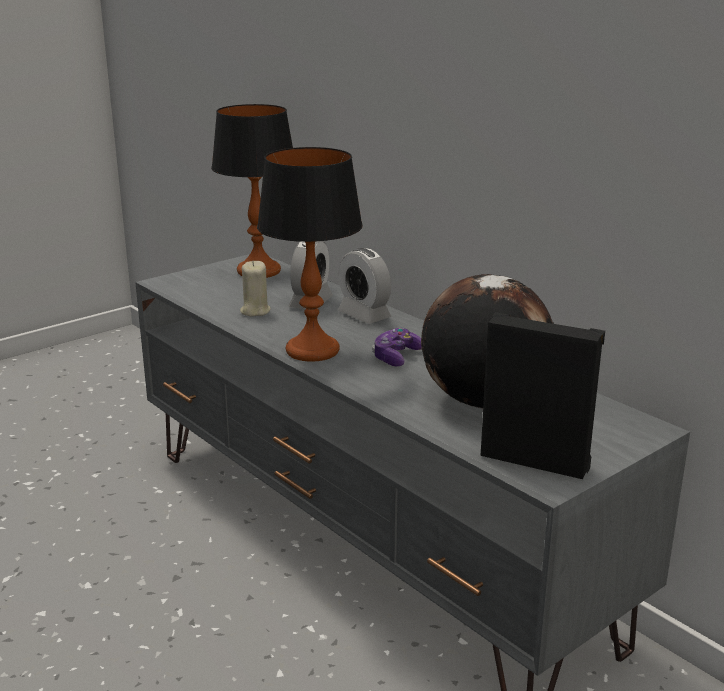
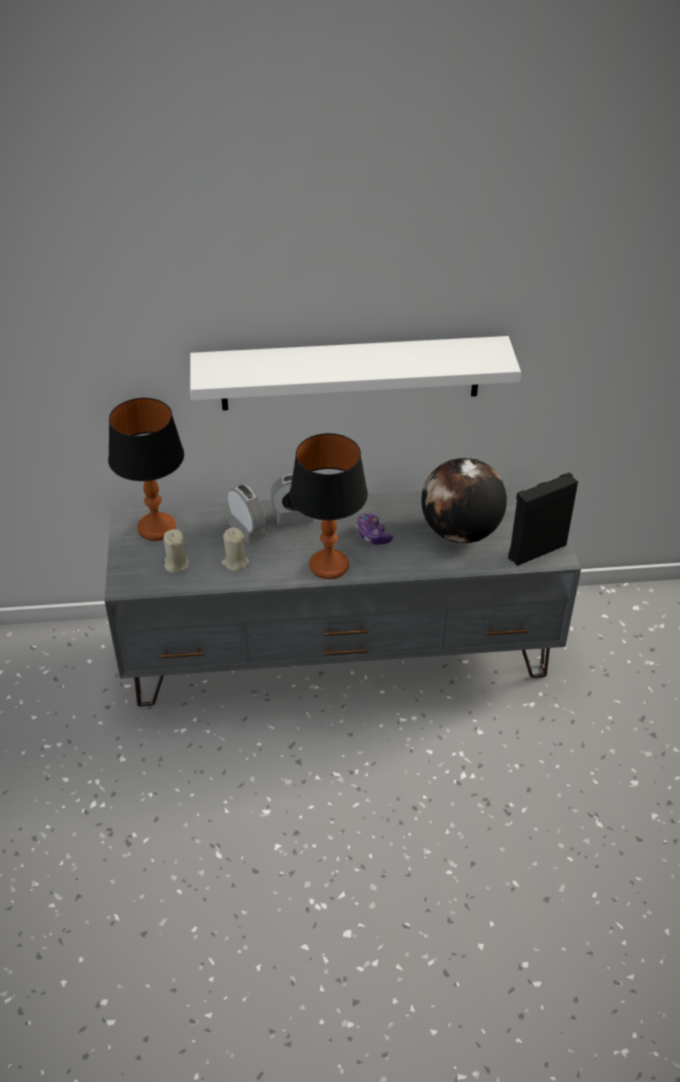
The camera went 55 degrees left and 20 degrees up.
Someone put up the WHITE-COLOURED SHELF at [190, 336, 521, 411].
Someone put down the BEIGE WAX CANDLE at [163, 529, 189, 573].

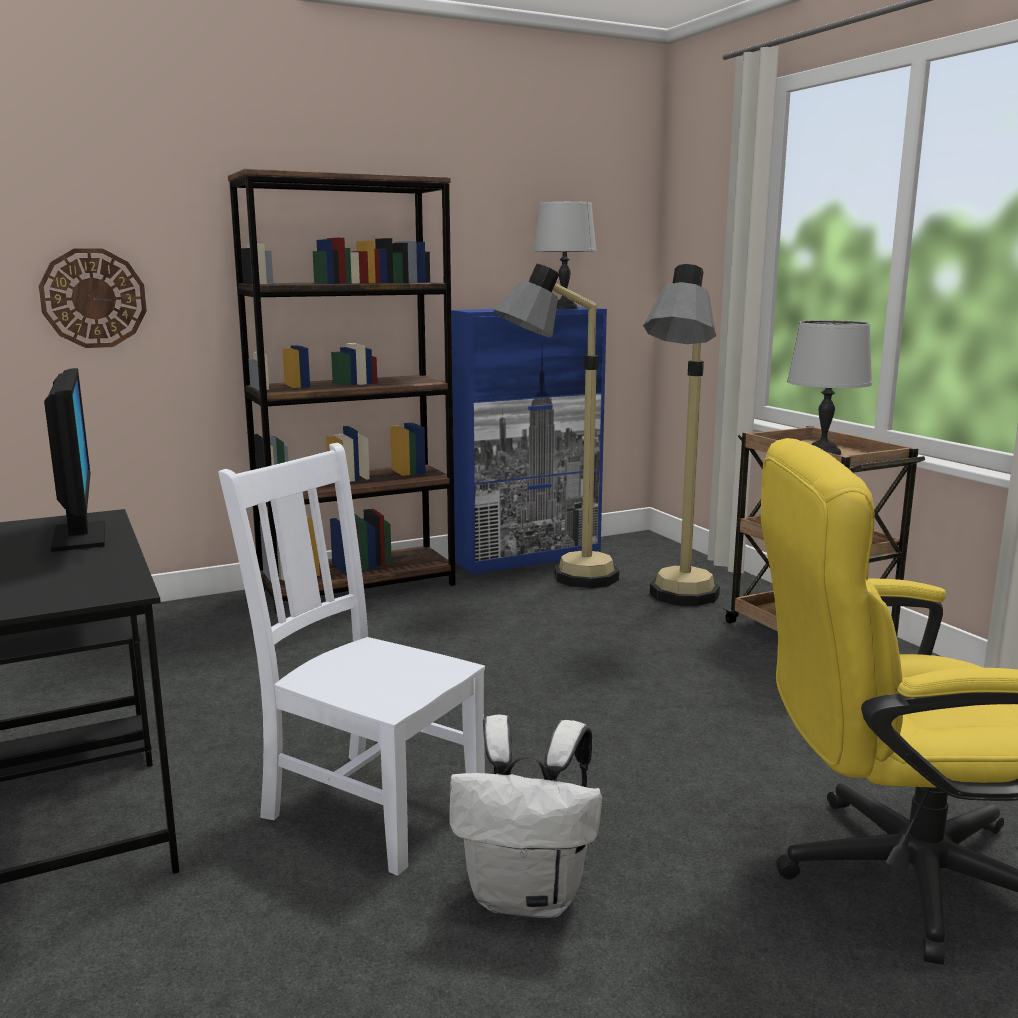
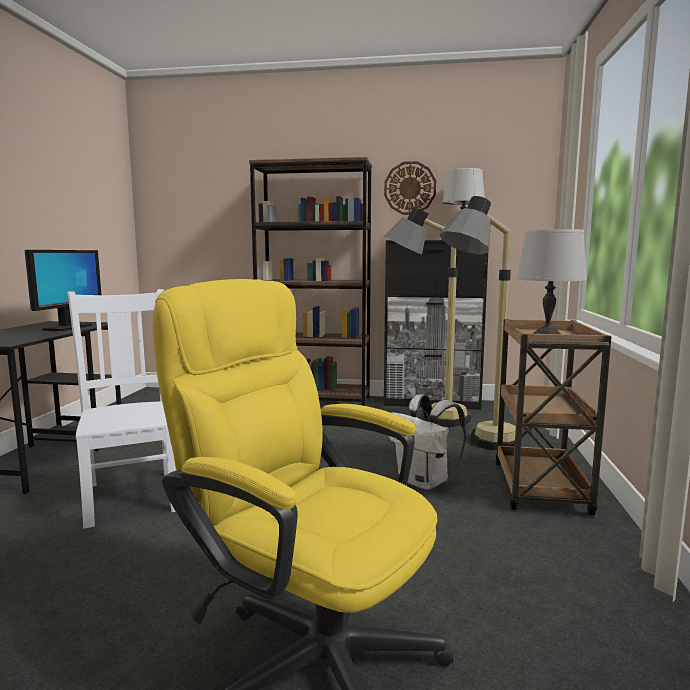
The camera went 35 degrees right and 5 degrees down.
Someone carried the WALL CLOCK from [39, 248, 147, 348] to [384, 161, 436, 215].
Someone repainted the BLUE CABINET at [451, 307, 607, 574], which became the BLACK-COLOURED CABINET at [384, 240, 488, 410].
Someone carried the WHITE-COLOURED BACKPACK from [449, 715, 602, 918] to [389, 394, 466, 490].

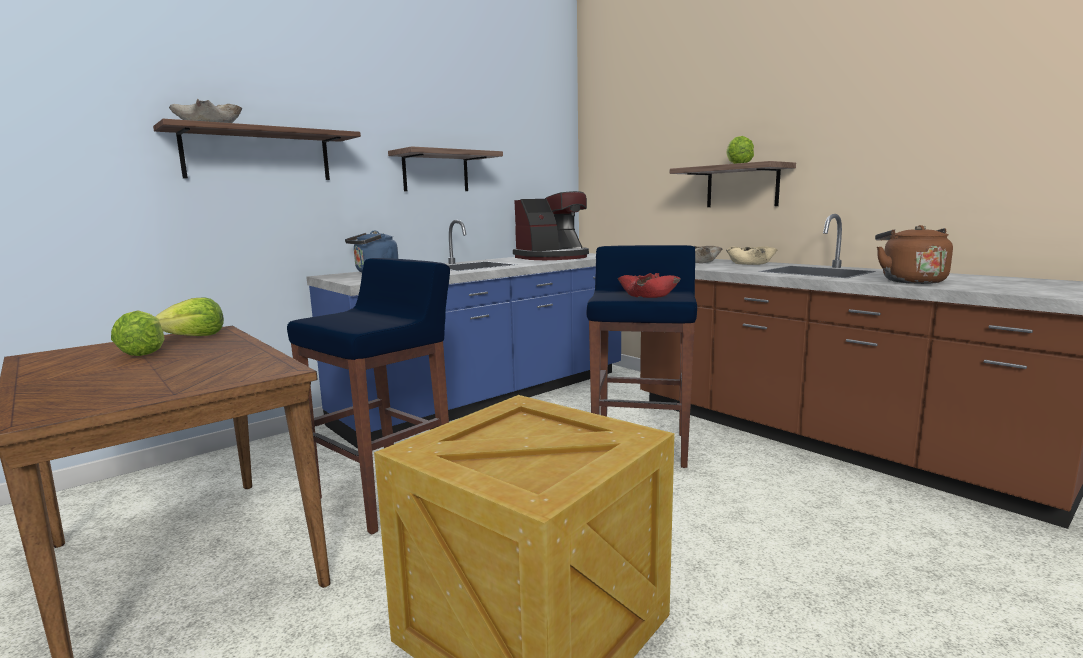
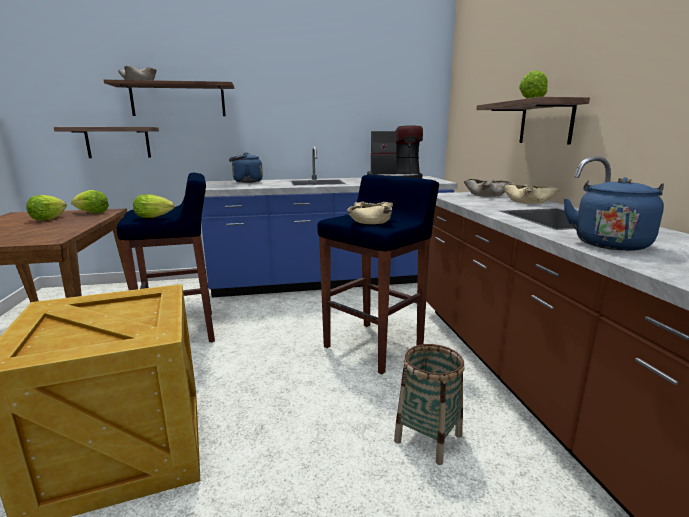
The camera went 30 degrees right and 5 degrees up.
Someone carried the SHELF from [388, 146, 503, 191] to [54, 127, 159, 158].
Someone repainted the BROWNISH KETTLE at [875, 225, 953, 284], which became the BLUE KETTLE at [564, 177, 664, 251].
Someone repainted the REDDISH BOWL at [618, 273, 681, 298], which became the BEIGE BOWL at [347, 202, 393, 224].
Someone put down the LETTUCE at [133, 194, 175, 218].
Someone put down the STORAGE BASKET at [394, 344, 464, 465].

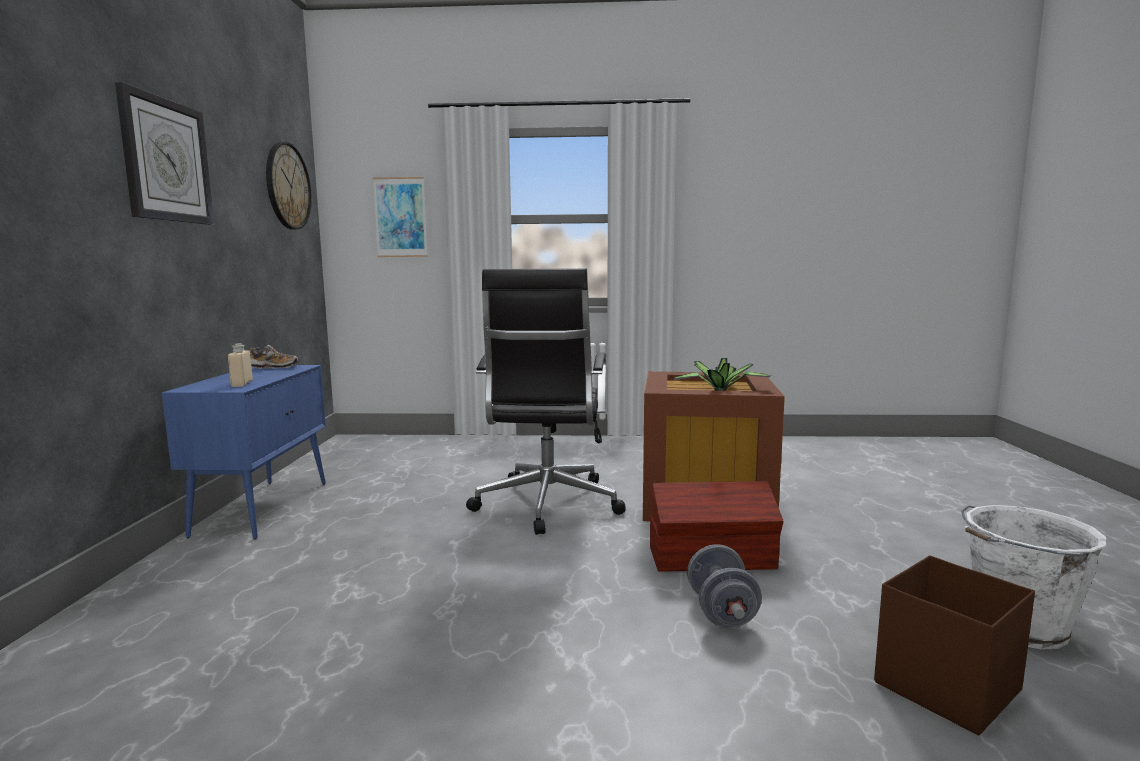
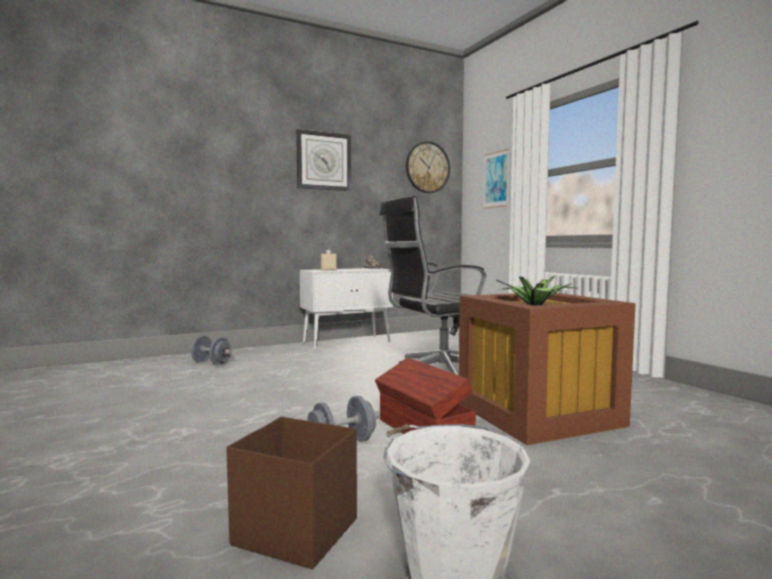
The camera went 60 degrees right and 5 degrees down.
Someone repainted the BLUE CABINET at [162, 365, 326, 539], which became the WHITE-COLOURED CABINET at [300, 268, 393, 350].
Someone put down the GREYISH DUMBBELL at [190, 335, 232, 365].

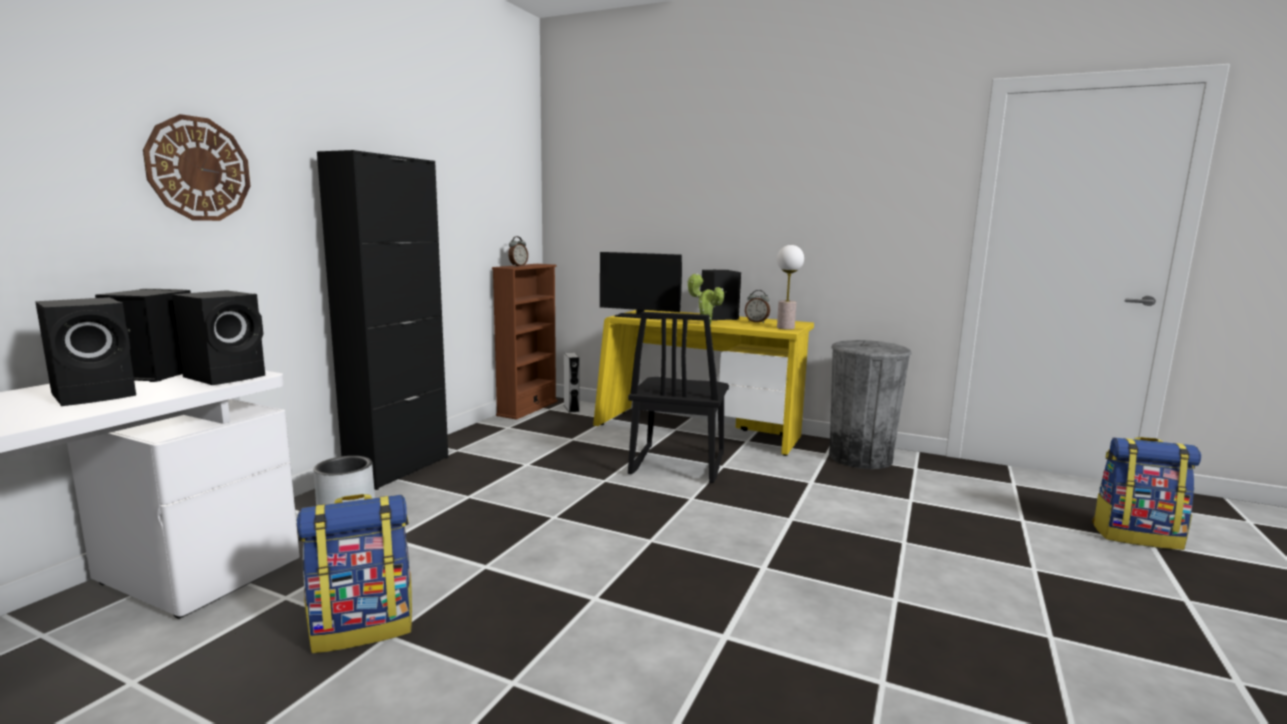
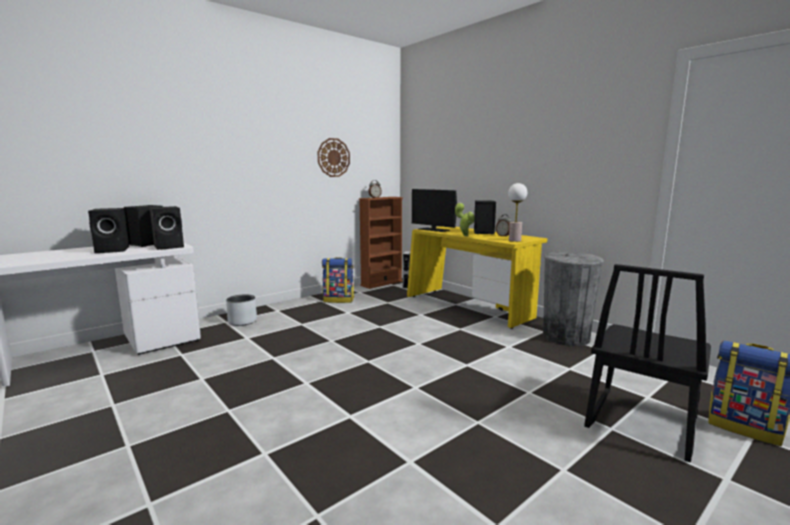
The camera went 25 degrees right and 0 degrees up.
Someone carried the WALL CLOCK from [143, 114, 251, 221] to [318, 138, 350, 177].
Someone took away the BLACK-COLOURED CABINET at [317, 150, 448, 490].
Someone carried the BLACK-COLOURED UPRIGHT CHAIR from [628, 312, 729, 483] to [584, 264, 711, 462].
Someone carried the BACKPACK from [297, 494, 412, 653] to [322, 257, 354, 303].

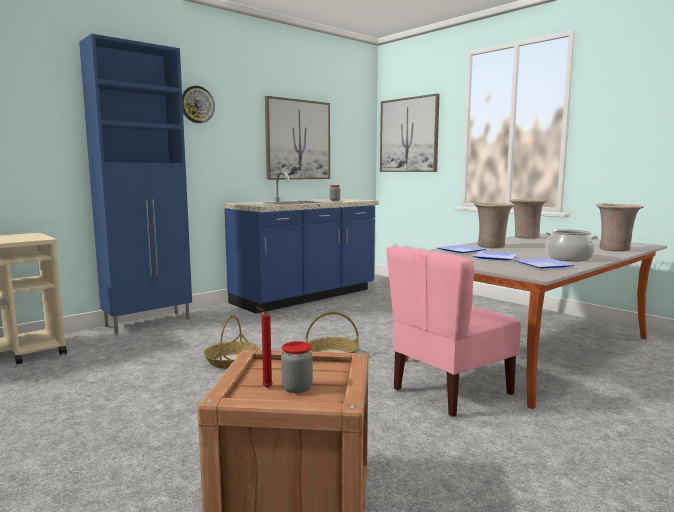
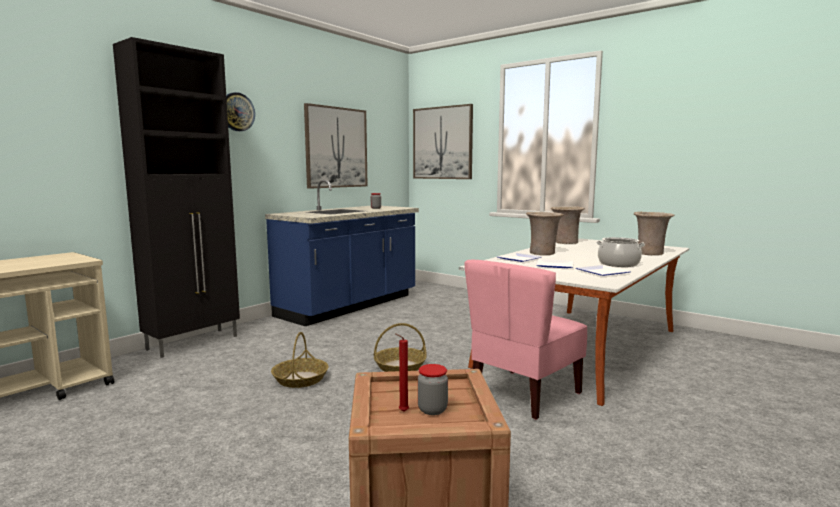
The camera went 10 degrees left and 0 degrees up.
Someone repainted the BLUE CABINET at [79, 34, 192, 334], which became the BLACK-COLOURED CABINET at [113, 37, 240, 358].

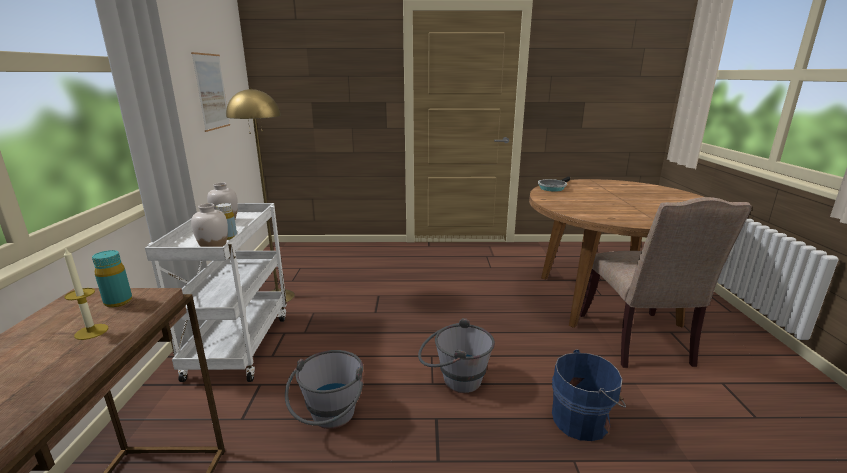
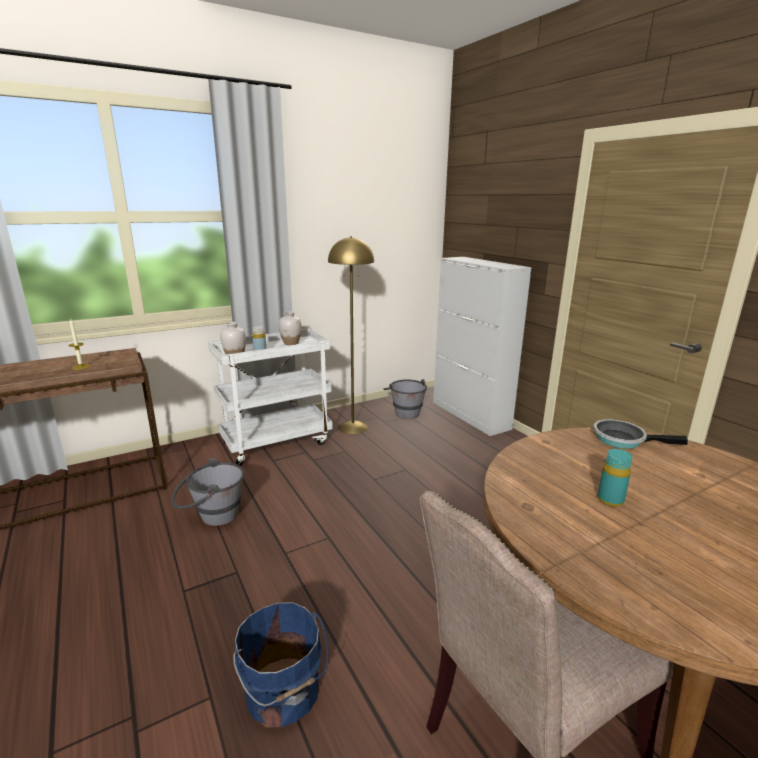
The camera went 60 degrees right and 0 degrees up.
Someone took away the PICTURE at [191, 52, 230, 132].
Someone carried the TURQUOISE DRINK BOTTLE from [92, 250, 132, 307] to [598, 449, 632, 507].
Someone carried the GREYISH BUCKET from [418, 318, 495, 393] to [383, 379, 427, 419].
Someone put down the WHITE-COLOURED CABINET at [433, 257, 532, 436].

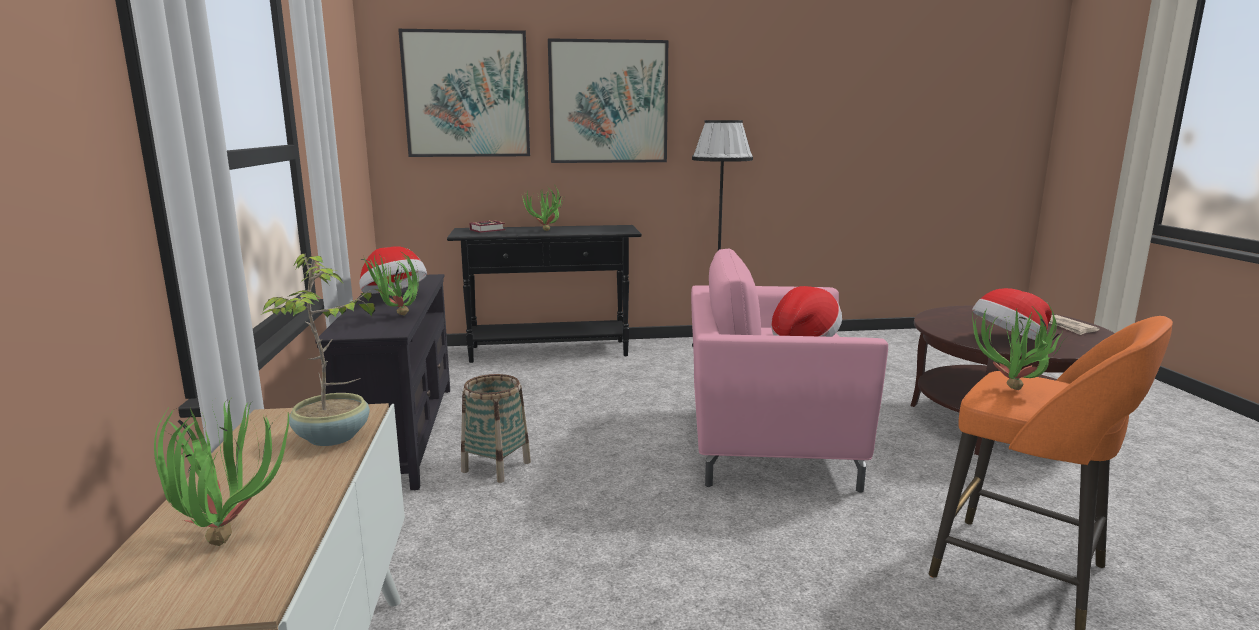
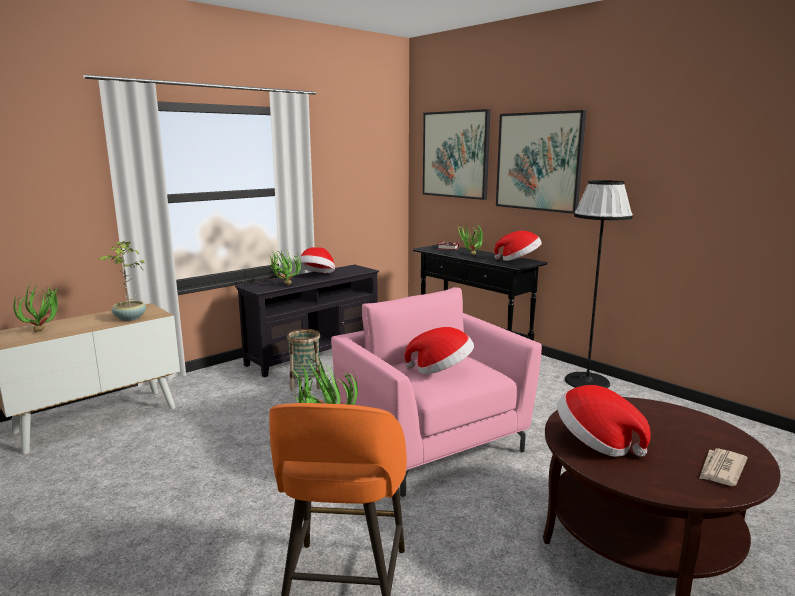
The camera went 55 degrees right and 0 degrees up.
Someone put down the CLOTHING HAT at [494, 231, 542, 261].

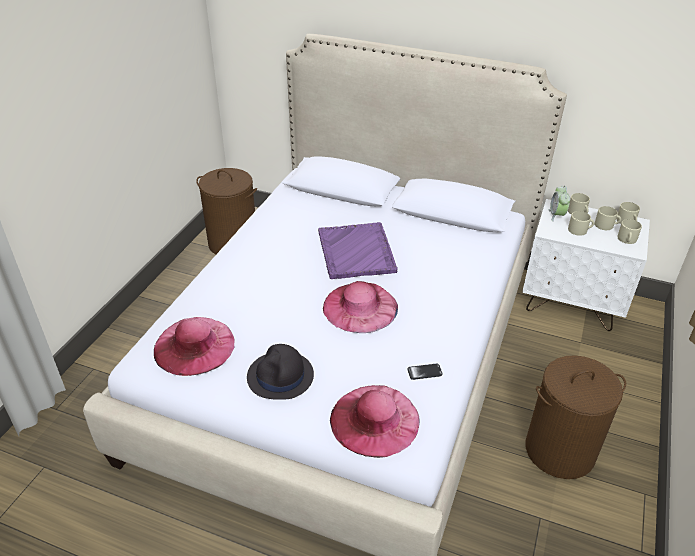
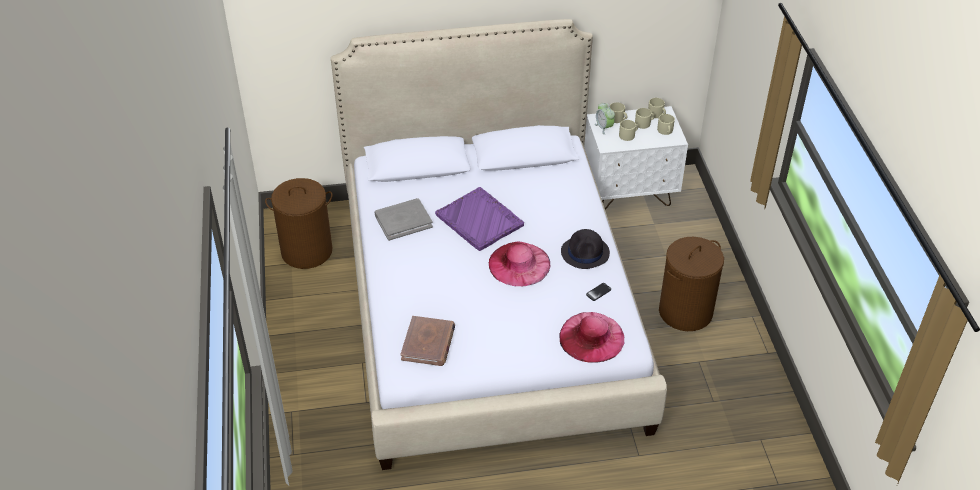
The camera went 30 degrees left and 5 degrees up.
Someone swapped the PINKISH CLOTHING HAT at [154, 317, 235, 376] for the BROWNISH BOUND BOOK at [400, 316, 455, 366].
Someone carried the BLACK-COLOURED CLOTHING HAT from [247, 344, 314, 400] to [561, 229, 610, 269].
Someone put down the GREYISH BOUND BOOK at [375, 198, 433, 241].

